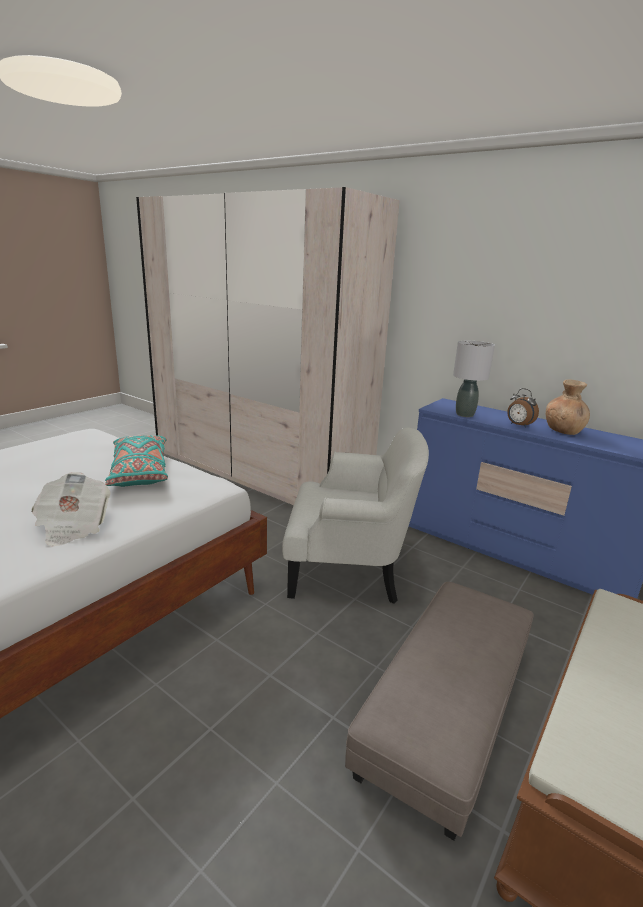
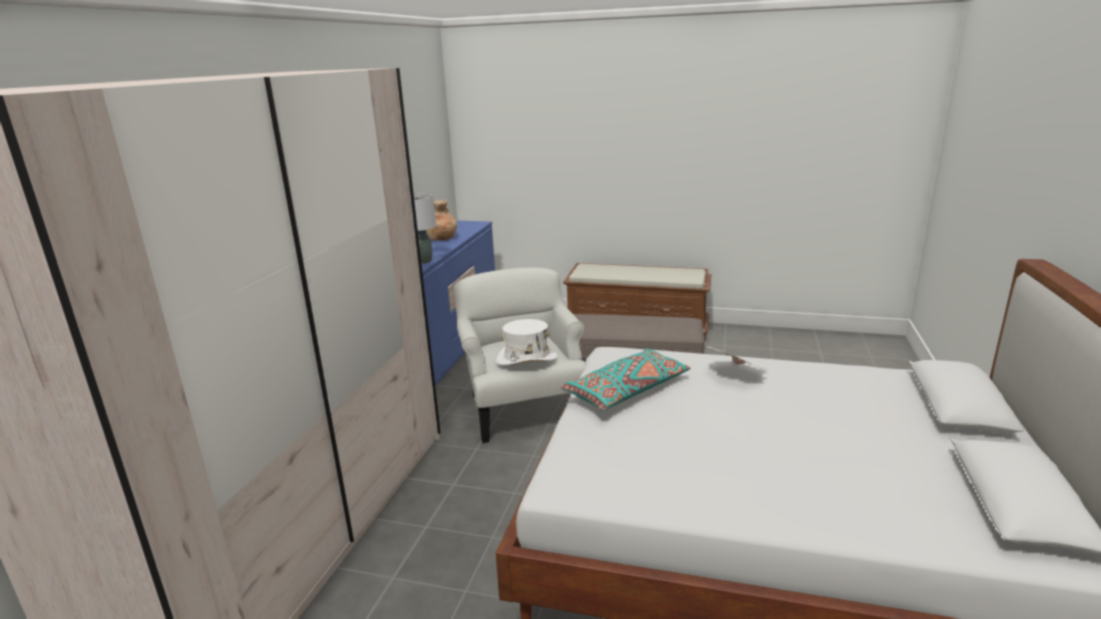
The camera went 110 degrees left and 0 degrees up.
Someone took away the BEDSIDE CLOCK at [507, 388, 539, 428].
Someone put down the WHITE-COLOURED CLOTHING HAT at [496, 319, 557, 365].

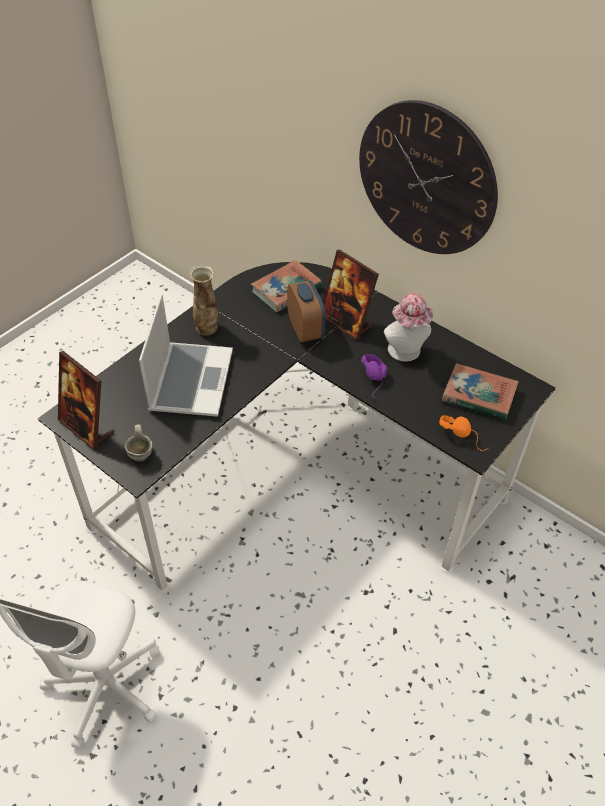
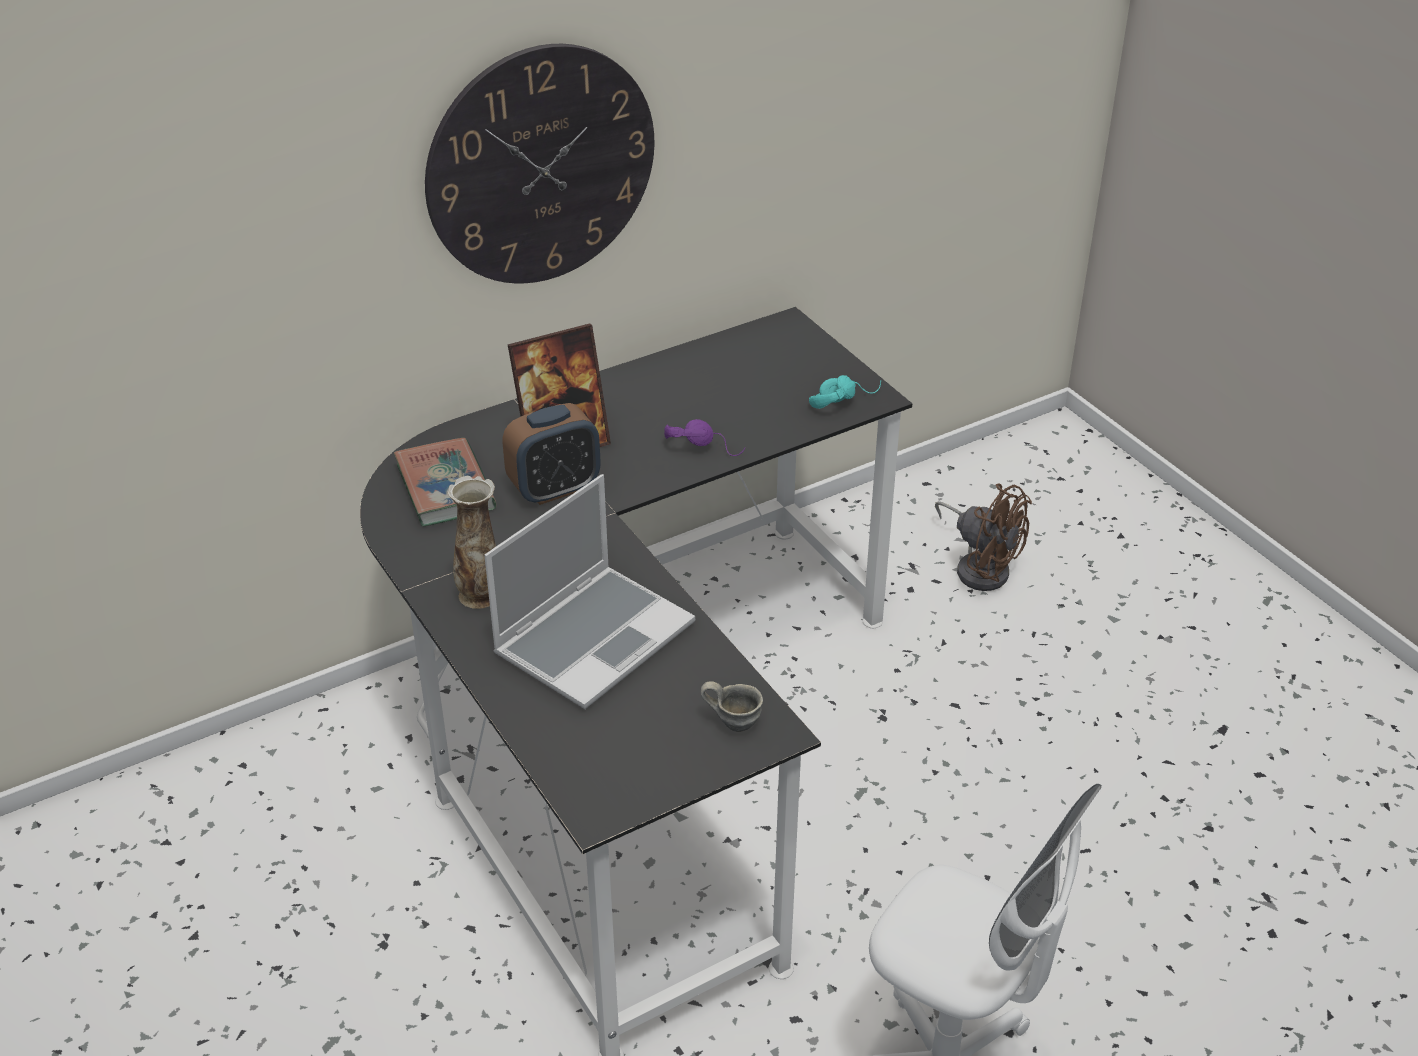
The camera went 70 degrees left and 10 degrees down.
Someone rotated the BEDSIDE CLOCK at [287, 280, 326, 342] by 150 degrees clockwise.
Someone took away the CLOTHING HAT at [384, 293, 433, 362].
Someone rotated the NOTEBOOK COMPUTER at [139, 294, 233, 417] by 105 degrees clockwise.
Someone took away the PHOTO FRAME at [58, 351, 115, 450].
Someone took away the BOUND BOOK at [442, 363, 519, 420].
Someone repainted the ORANGE-COLOURED HEADPHONES at [439, 415, 488, 451], which became the TURQUOISE HEADPHONES at [809, 375, 881, 409].
Someone put down the BROWNISH FAN at [935, 484, 1032, 591].

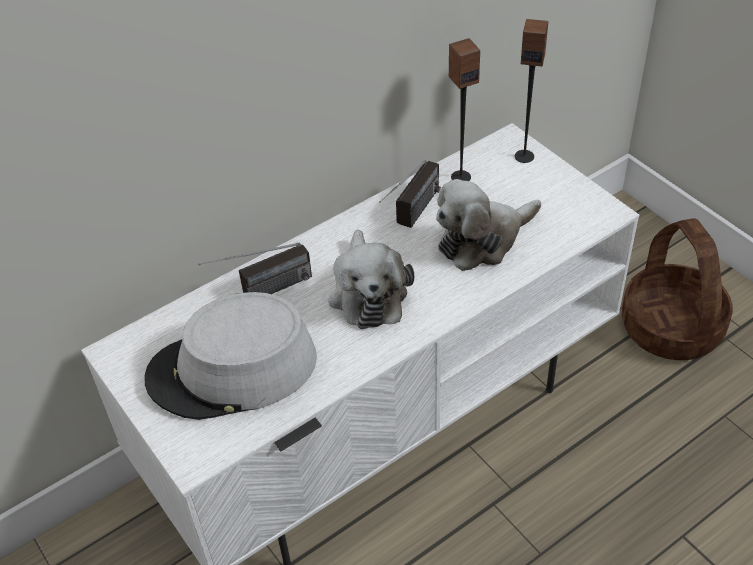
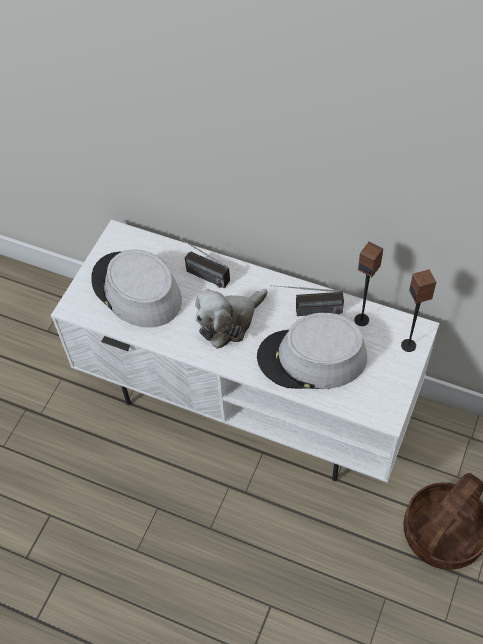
The camera went 60 degrees right and 10 degrees up.
Someone swapped the SOFT TOY at [436, 179, 541, 271] for the GREYISH CLOTHING HAT at [257, 313, 367, 389].

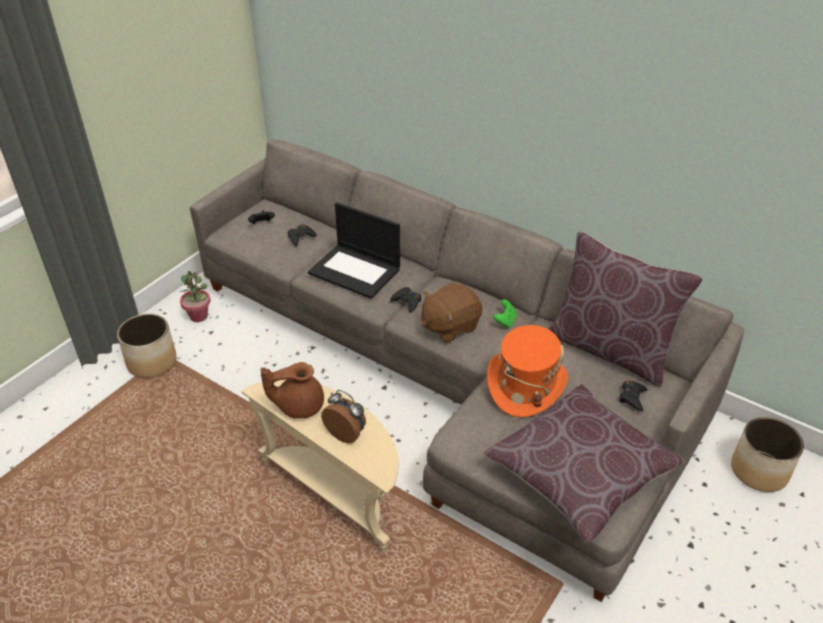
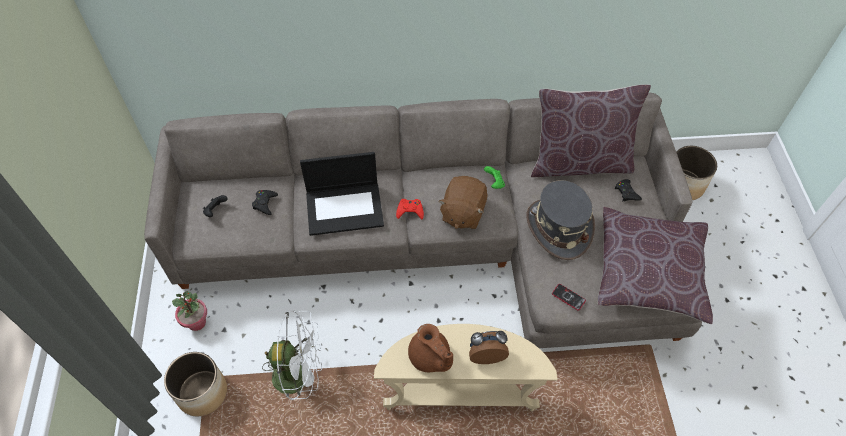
The camera went 40 degrees left and 15 degrees up.
Someone repainted the BLACK-COLOURED GAMEPAD at [390, 287, 421, 313], which became the REDDISH GAMEPAD at [396, 199, 424, 219].
Someone repainted the ORANGE-COLOURED CLOTHING HAT at [487, 325, 568, 418], which became the GREYISH CLOTHING HAT at [526, 180, 595, 260].
Someone rotated the BROWNISH POT FOR TEA at [260, 362, 324, 419] by 75 degrees counterclockwise.
Someone put down the TELEPHONE at [552, 284, 586, 311].
Someone put down the WHITE-COLOURED FAN at [262, 311, 322, 400].

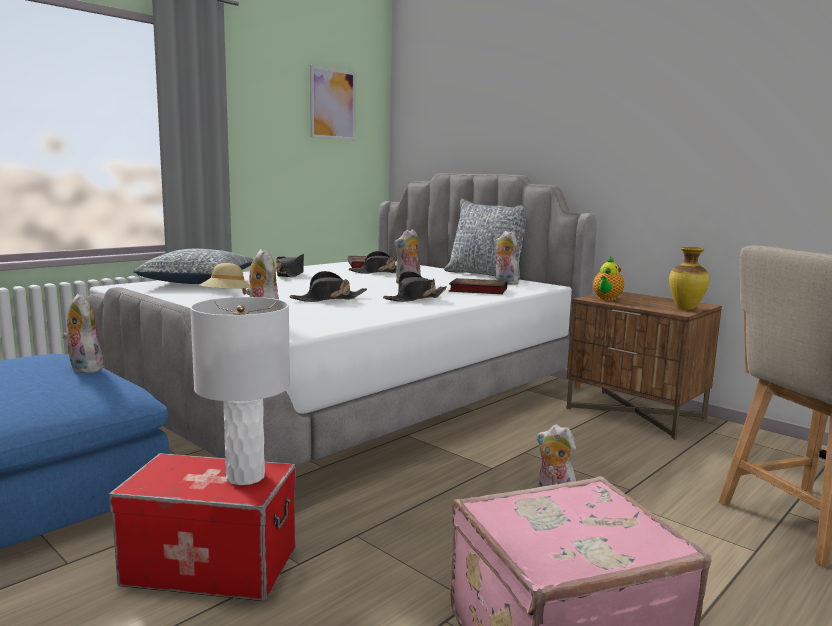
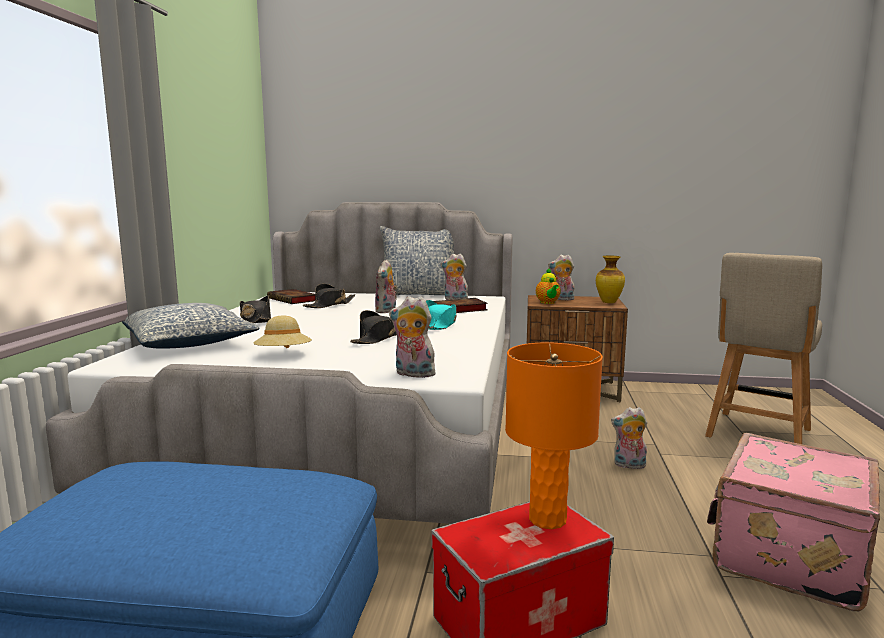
The camera went 35 degrees left and 0 degrees up.
Someone took away the PICTURE at [310, 65, 356, 141].
Someone repainted the BLACK-COLOURED CLOTHING HAT at [383, 271, 447, 302], which became the TURQUOISE CLOTHING HAT at [426, 300, 457, 330].
Someone carried the SOFT TOY from [62, 294, 103, 373] to [548, 255, 575, 300].
Someone repainted the WHITE-COLOURED TABLE LAMP at [190, 297, 290, 485], which became the ORANGE-COLOURED TABLE LAMP at [505, 342, 603, 529].

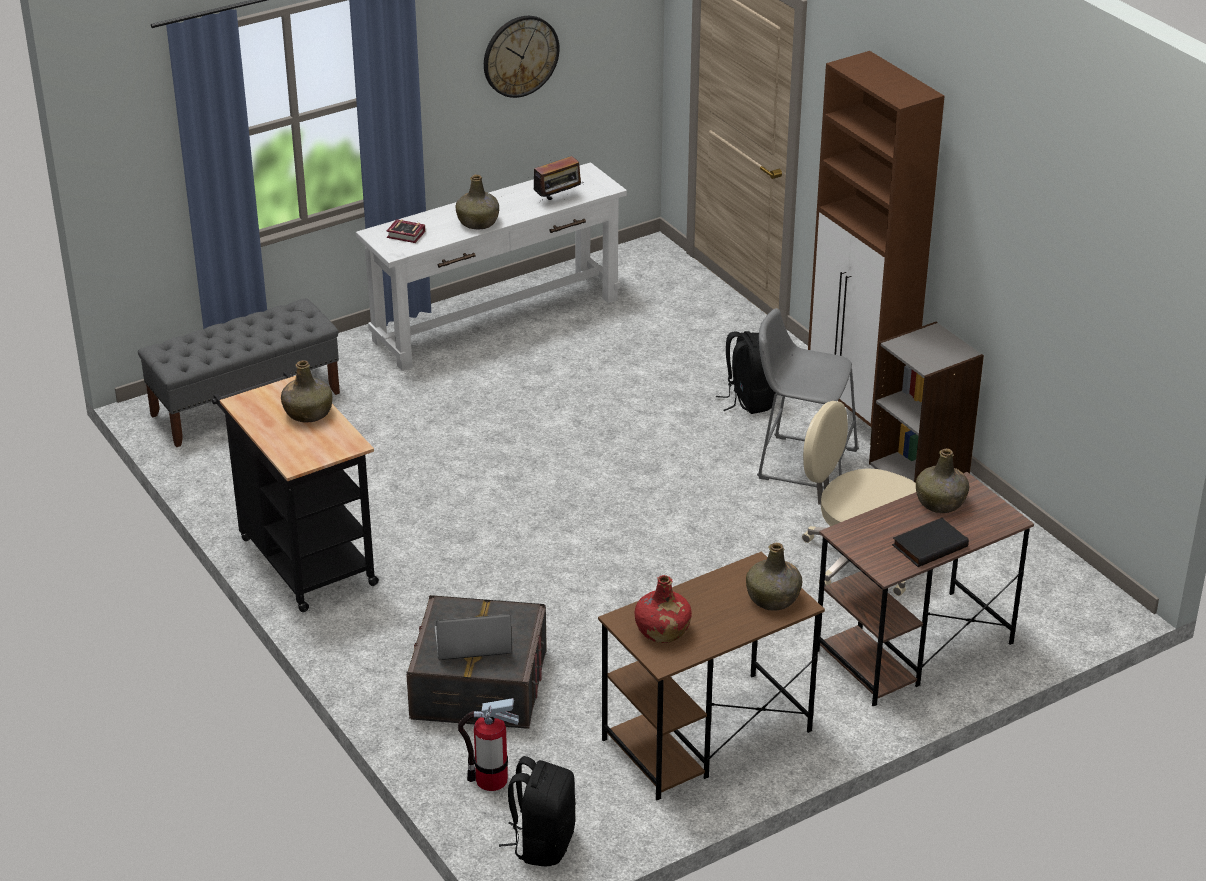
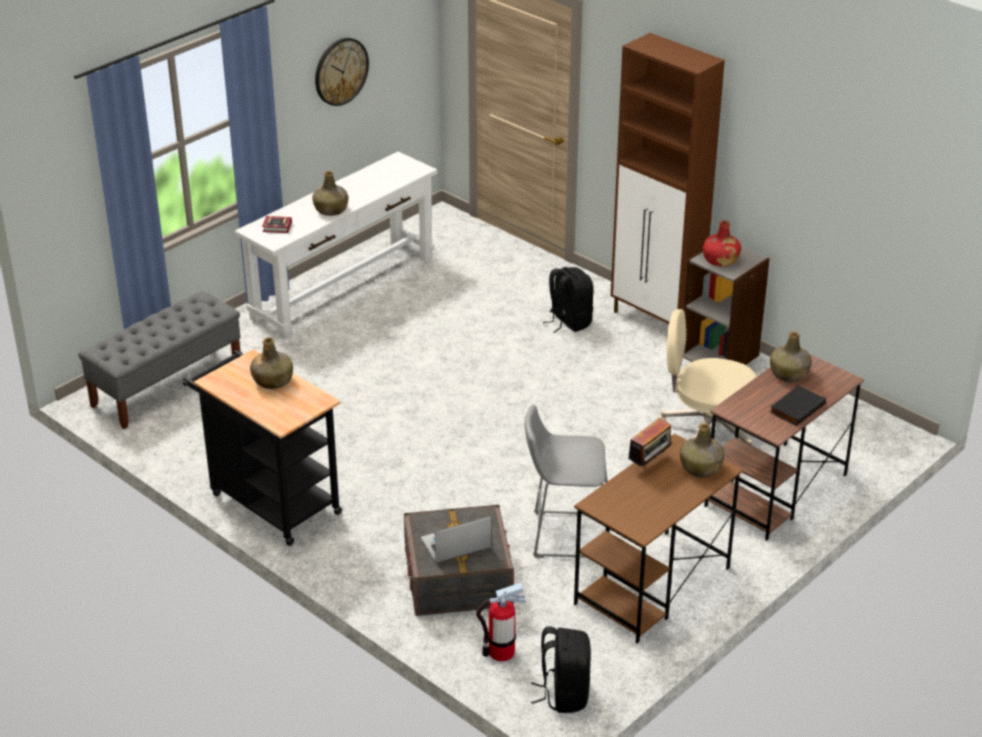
The camera went 15 degrees left and 0 degrees up.
Someone carried the RADIO from [534, 156, 584, 201] to [625, 418, 675, 471].
Someone carried the GREYISH SITTING STOOL from [757, 308, 859, 489] to [525, 405, 610, 558].
Someone carried the REDDISH DRINK BOTTLE from [635, 575, 692, 643] to [703, 220, 741, 267].

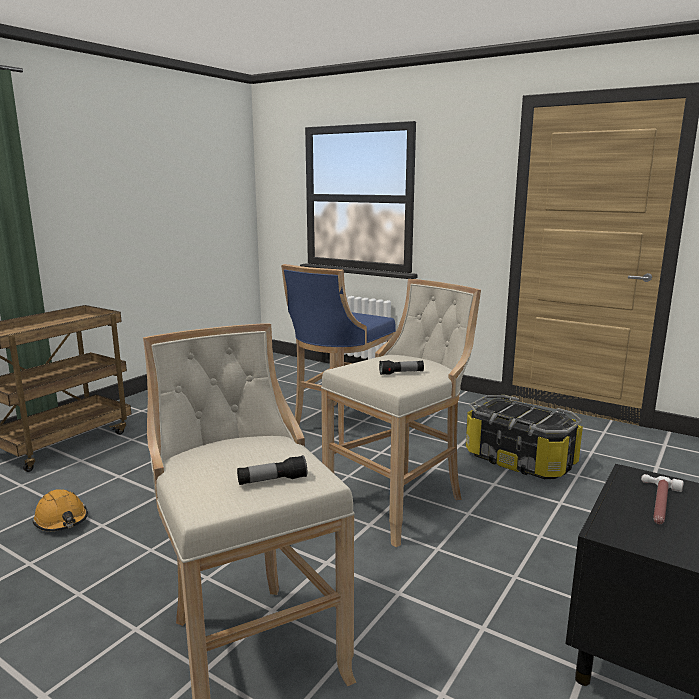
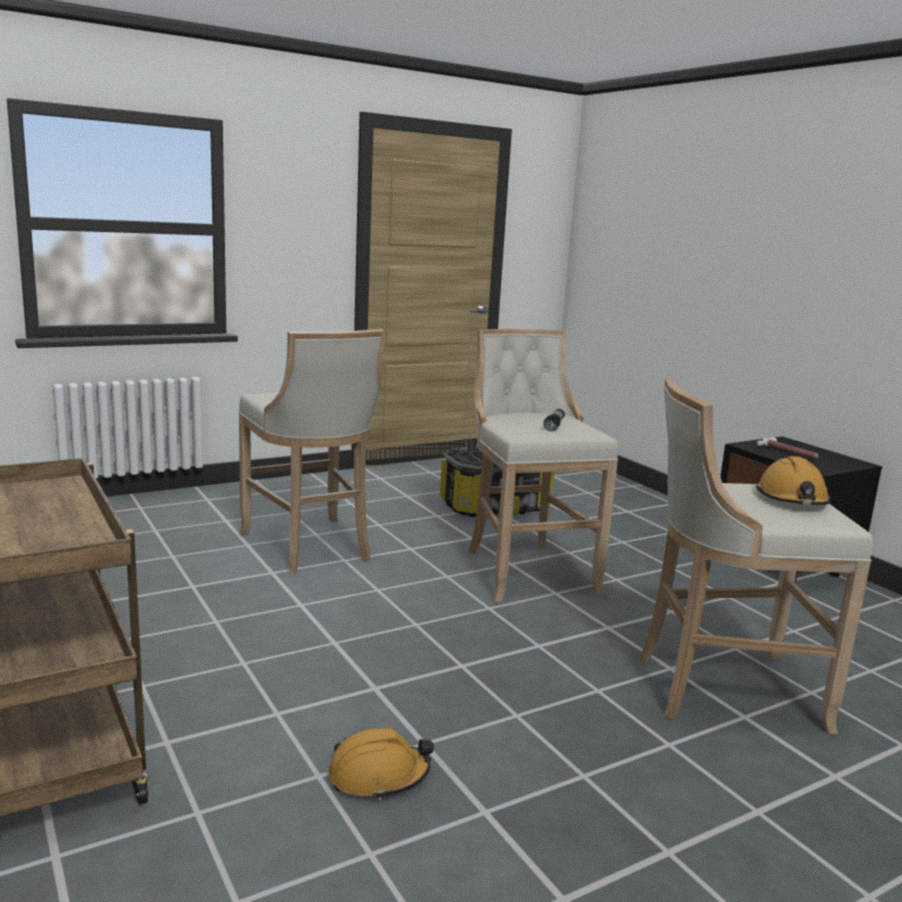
The camera went 65 degrees left and 0 degrees up.
Someone repainted the BLUE SITTING STOOL at [281, 264, 396, 445], which became the BEIGE SITTING STOOL at [239, 329, 385, 574].
Someone swapped the TORCH at [237, 455, 307, 485] for the ORANGE-COLOURED SAFETY HELMET at [756, 456, 830, 505].

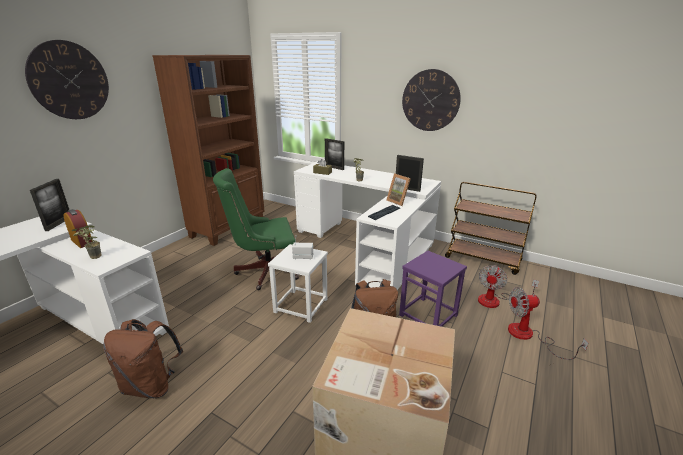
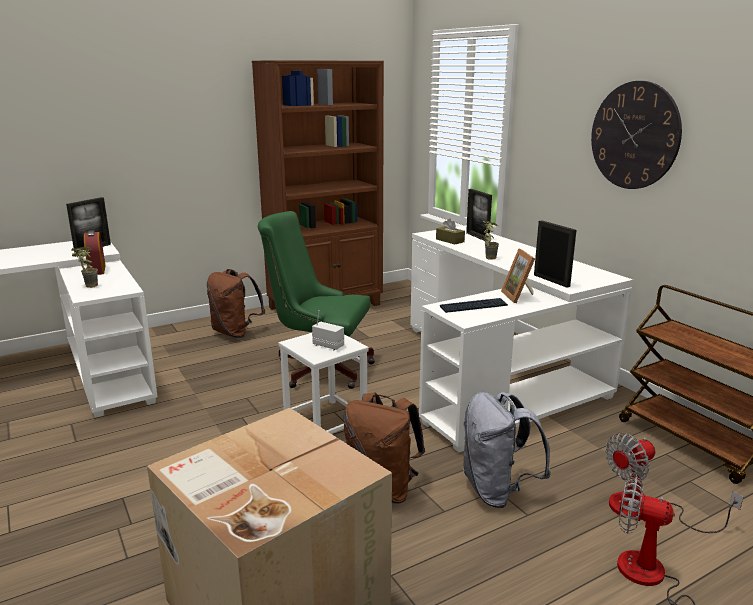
The camera went 30 degrees right and 5 degrees down.
Someone took away the WALL CLOCK at [25, 40, 109, 119].
Someone swapped the PURPLE SITTING STOOL at [399, 251, 467, 327] for the GREYISH BACKPACK at [462, 392, 551, 508].
Someone carried the BROWNISH BACKPACK from [103, 319, 183, 398] to [207, 269, 265, 338].

